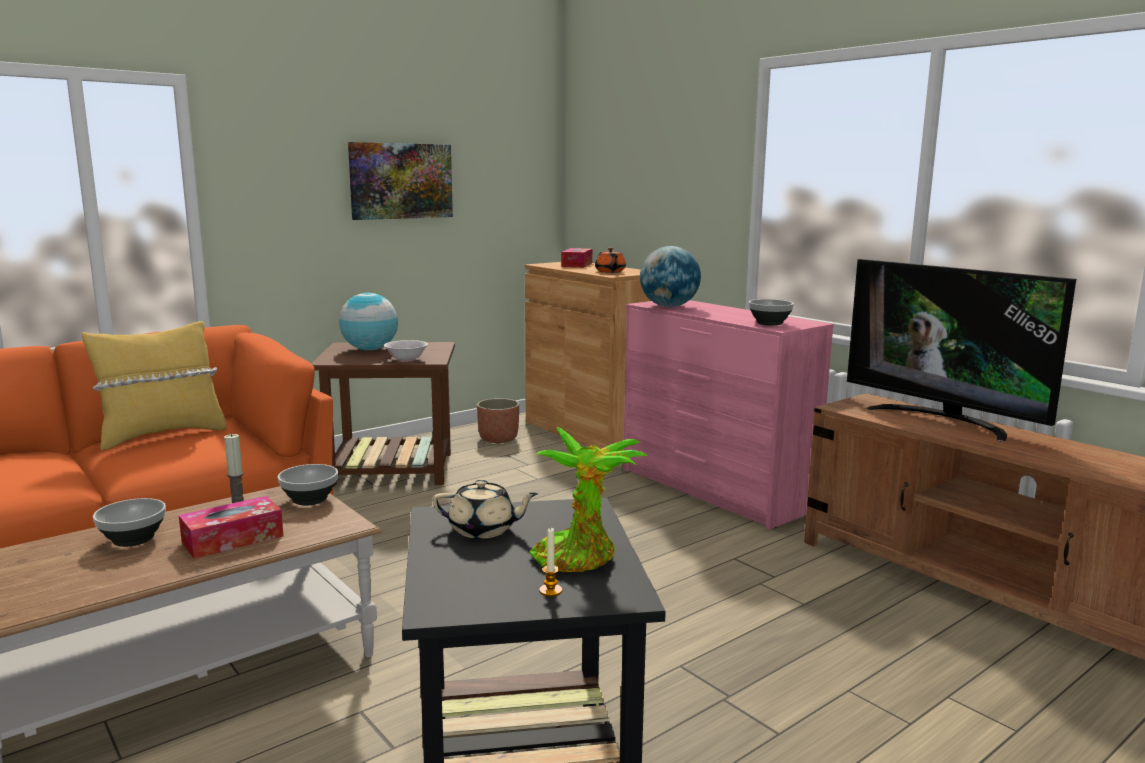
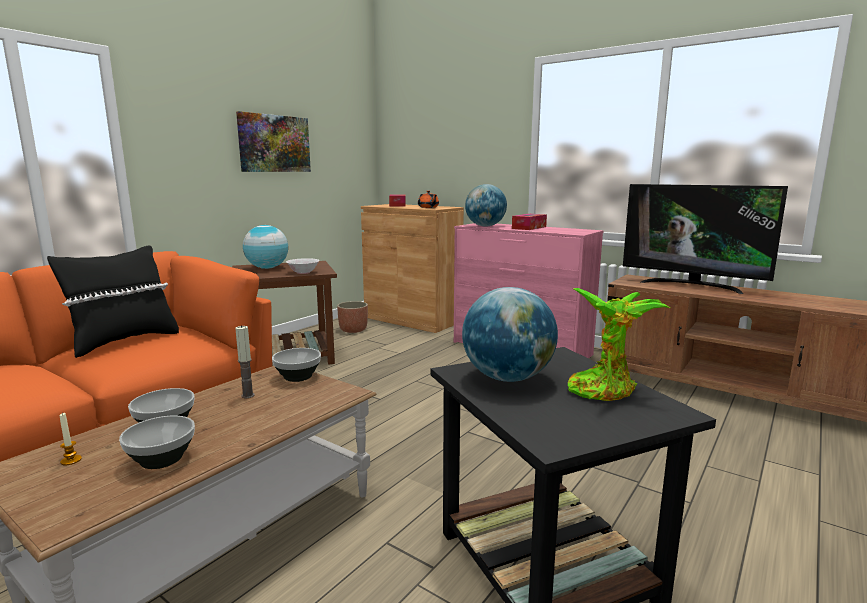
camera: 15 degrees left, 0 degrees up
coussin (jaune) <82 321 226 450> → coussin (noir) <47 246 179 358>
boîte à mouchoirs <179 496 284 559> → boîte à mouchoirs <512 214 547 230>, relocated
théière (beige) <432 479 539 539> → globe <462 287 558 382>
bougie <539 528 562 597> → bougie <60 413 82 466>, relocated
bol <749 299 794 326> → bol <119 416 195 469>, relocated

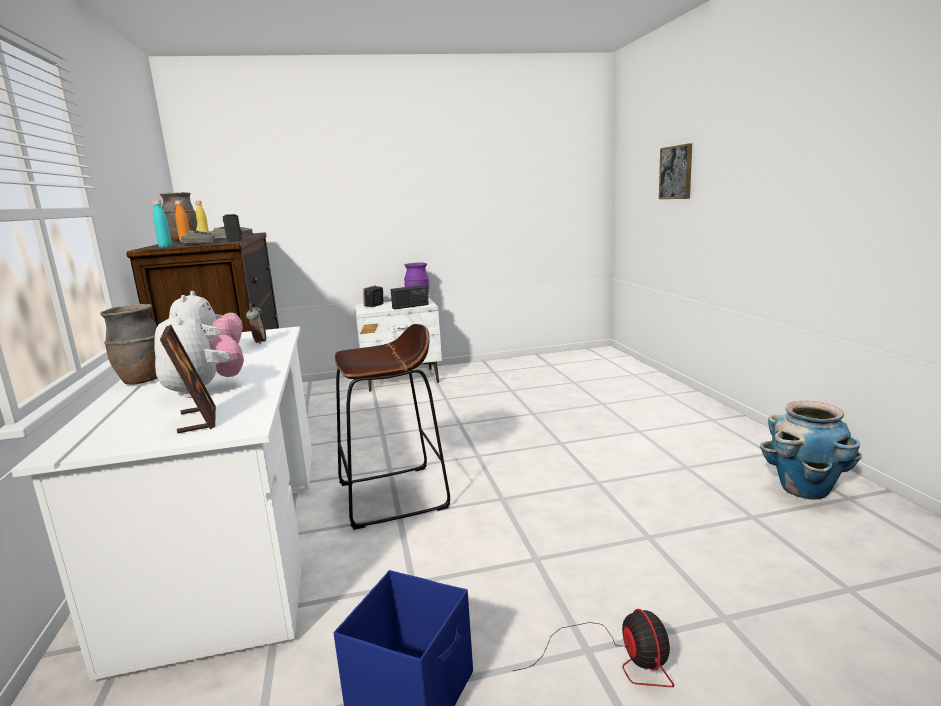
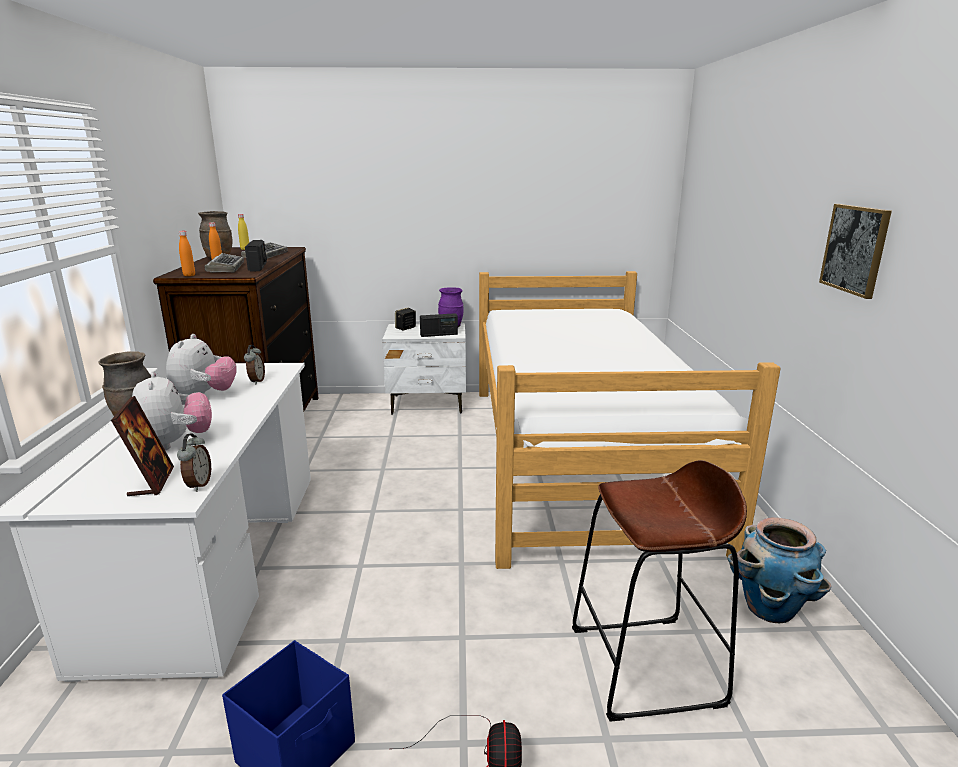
camera: 10 degrees right, 5 degrees up
bouteille (turquoise) <153 200 172 248> → bouteille (orange) <179 231 195 276>
tabouret (marron) <335 324 450 530> → tabouret (marron) <572 460 747 722>, relocated
tableau <659 143 692 199> → tableau <819 204 892 299>, relocated
- → réveil <177 433 211 492>
- → lit <479 271 781 569>

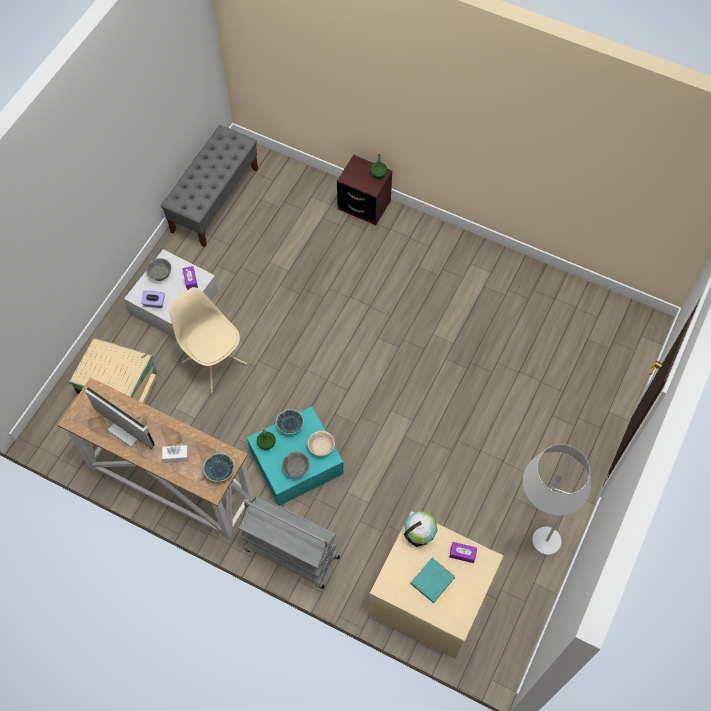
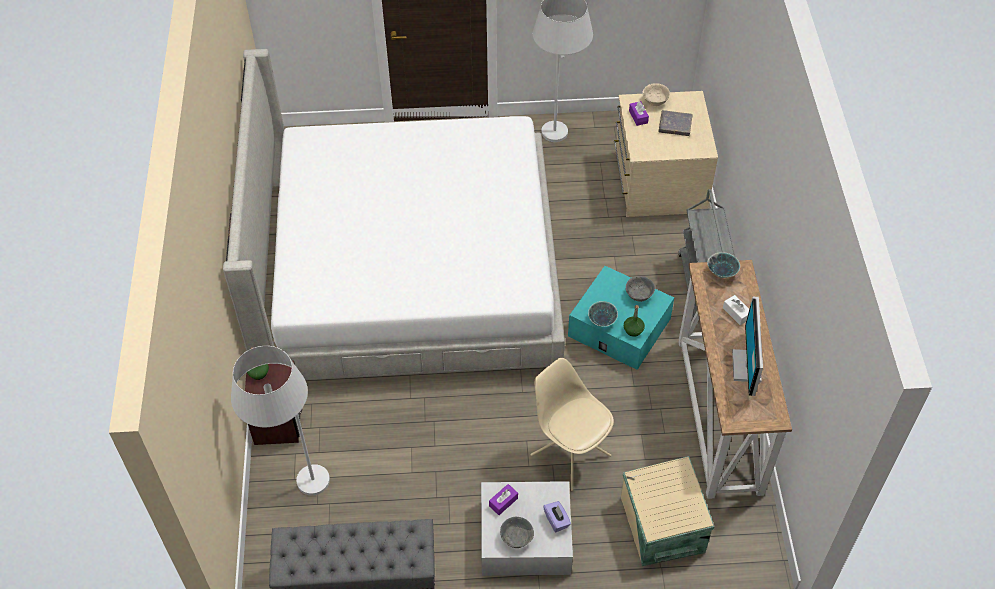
camera: 120 degrees left, 10 degrees down
chaise (beige) <169 287 247 393> → chaise (beige) <530 358 614 491>, 120 degrees clockwise
bol (beige) <308 430 335 456> → bol (beige) <643 83 670 106>, relocated
globe <404 511 437 547> → -
livre (turquoise) <410 558 455 603> → livre (gris) <659 110 693 136>
- → lit <223 49 565 380>
- → lampadaire (blanc) <231 346 330 496>

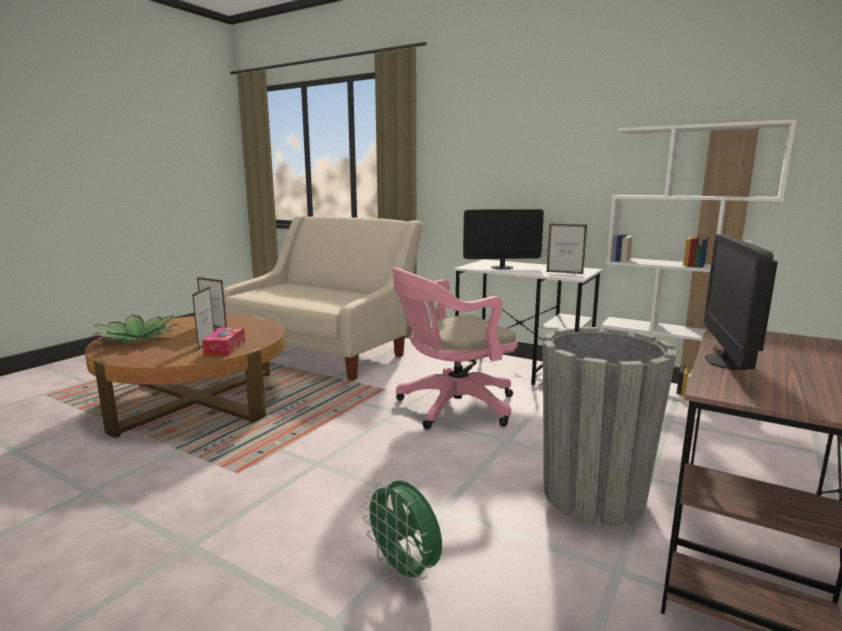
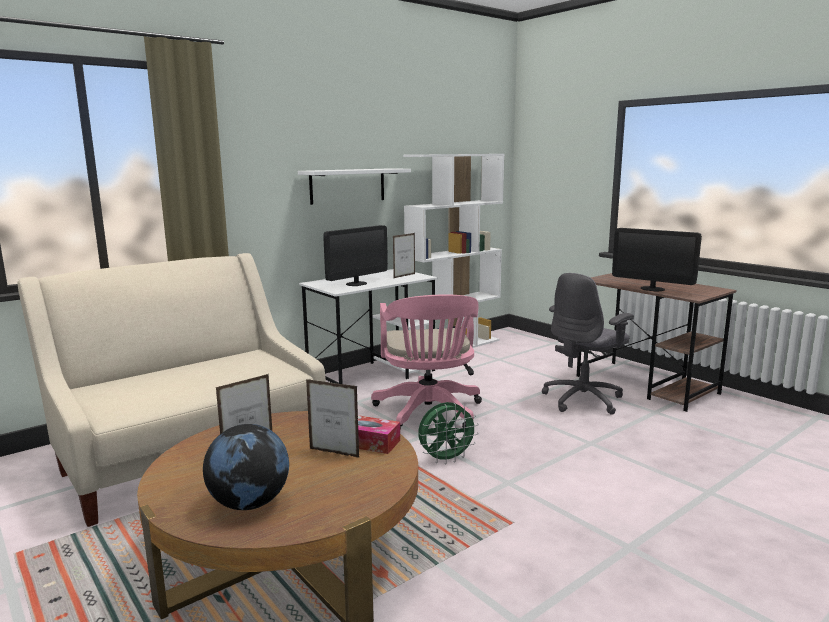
camera: 70 degrees left, 0 degrees up
plante en pot <93 315 178 343> → globe <203 424 289 510>
ventilateur (vert) <362 480 442 586> → ventilateur (vert) <418 402 479 464>, relocated
écran d'ordinateur <463 209 544 269> → écran d'ordinateur <323 225 388 286>, 150 degrees counterclockwise
cache-pot (gris) <543 327 677 526> → chaise de bureau (gris) <542 273 634 415>
- → étagère (blanc) <298 168 411 205>

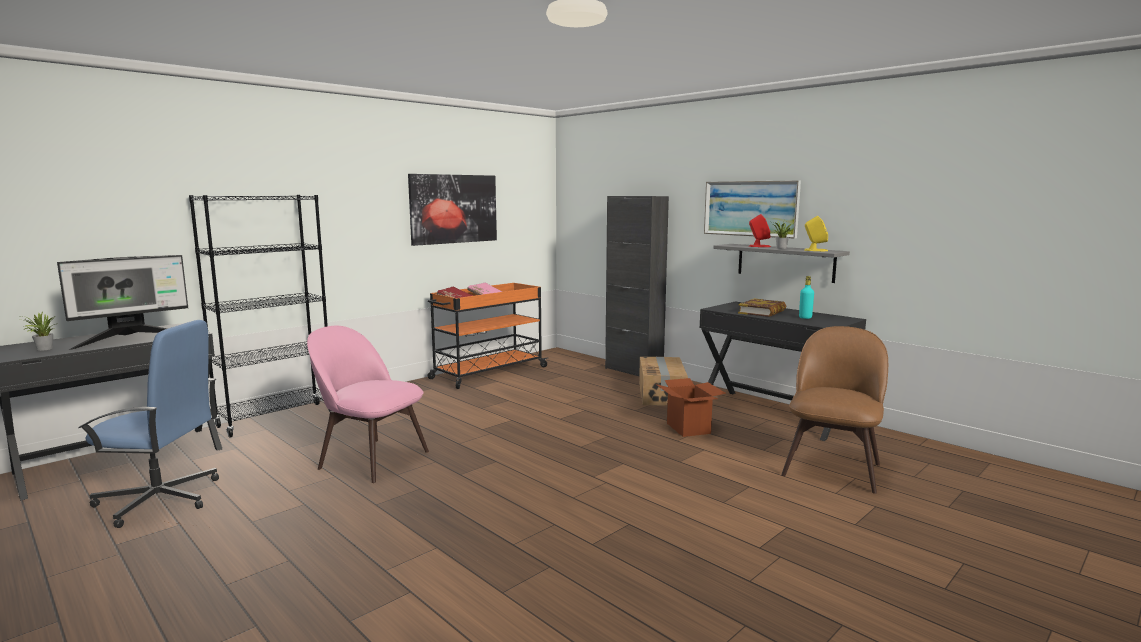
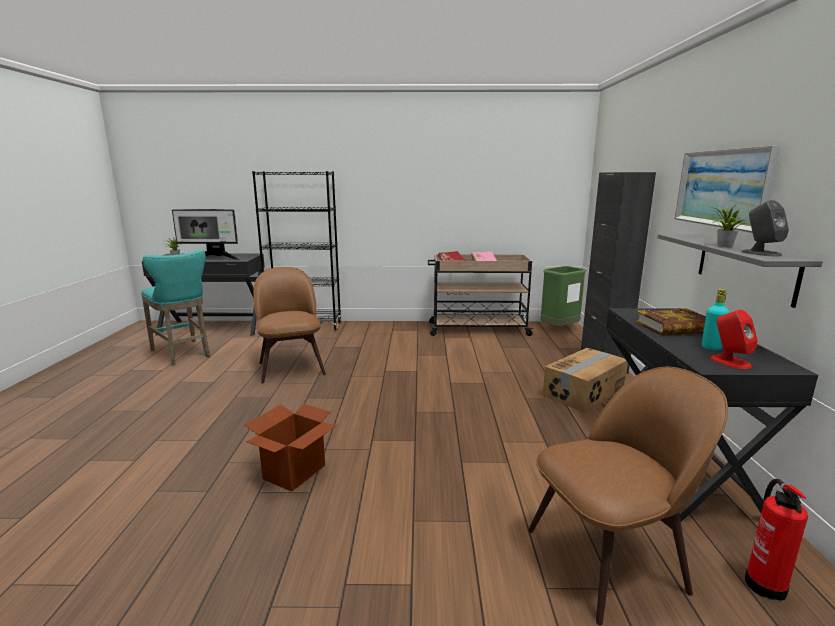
camera: 45 degrees right, 5 degrees up
chaise de bureau (bleu) <79 320 219 528> → tabouret (turquoise) <141 250 210 366>
chaise (rose) <307 326 429 483> → chaise (marron) <253 267 326 383>
tableau <408 174 497 246> → -
chariot (orange) <427 283 548 389> → chariot (beige) <428 254 534 336>
carton <656 378 726 437> → carton <245 403 337 492>, relocated
enceinte (rouge) <749 214 771 247> → enceinte (rouge) <710 310 758 369>, relocated
enceinte (jaune) <804 216 828 251> → enceinte (gris) <742 200 789 256>
- → poubelle (vert) <541 266 586 326>
- → extincteur <745 479 808 601>

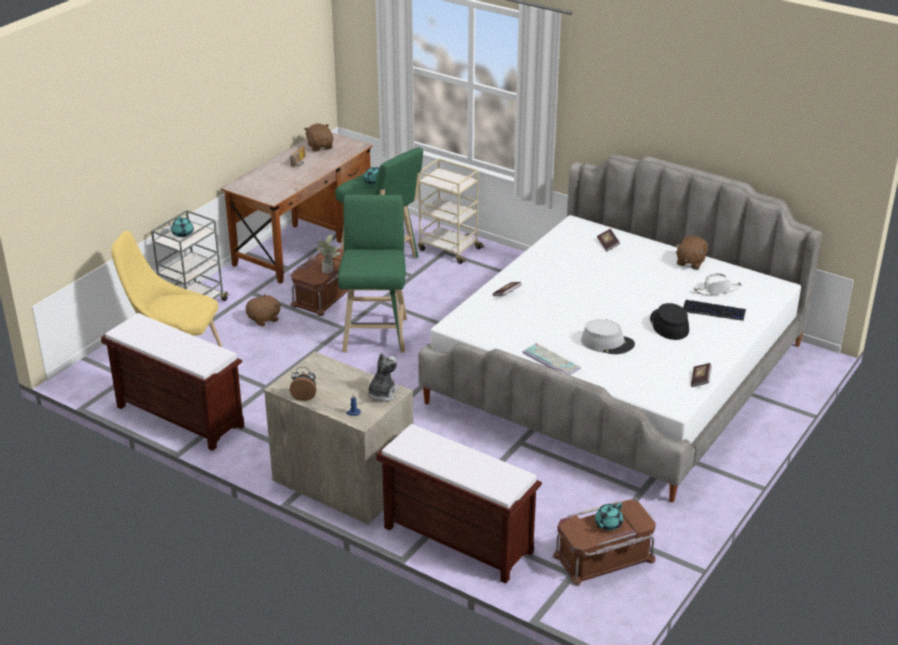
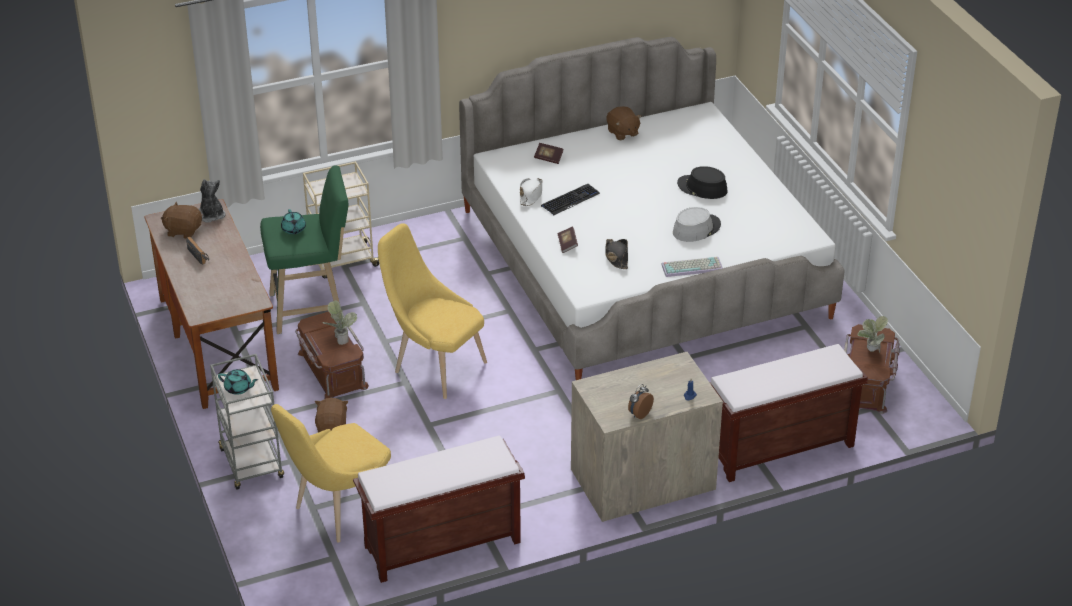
camera: 55 degrees left, 5 degrees up
tabouret (vert) <338 195 407 353> → chaise (jaune) <378 223 487 399>
peluche <368 353 399 402> → peluche <198 179 226 223>, relocated
théière (turquoise) <595 502 623 530> → plante en pot <857 316 888 353>
clavier <683 300 746 321> → clavier <541 184 600 215>, relocated
livre <691 363 712 387> → -
chapeau (blanc) <694 273 742 295> → chapeau (blanc) <520 178 543 206>, relocated
- → chapeau (noir) <605 239 628 269>

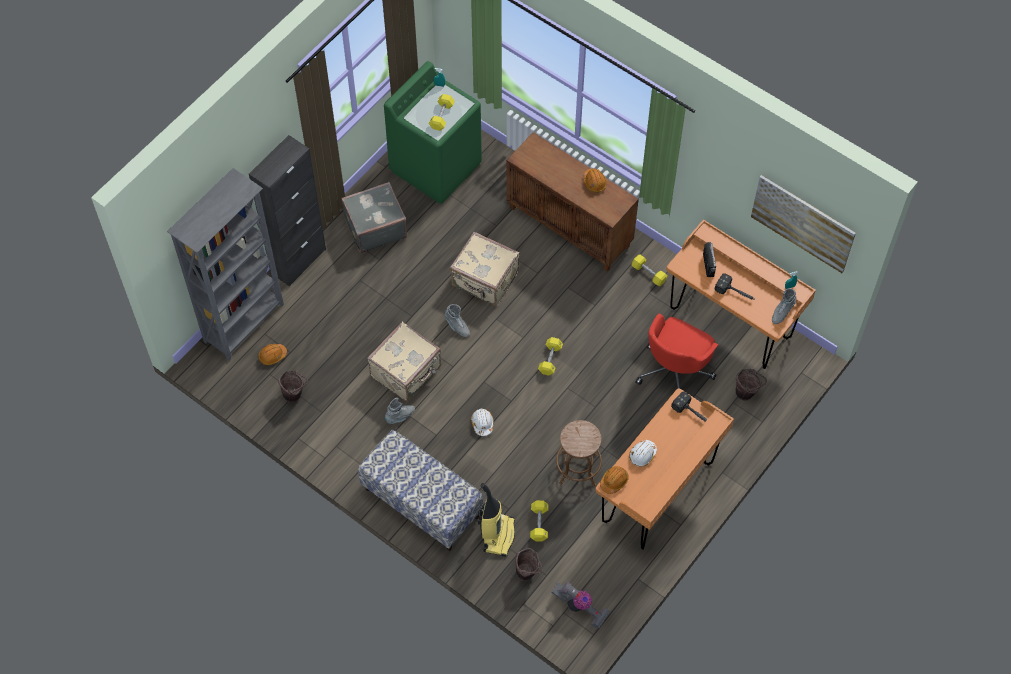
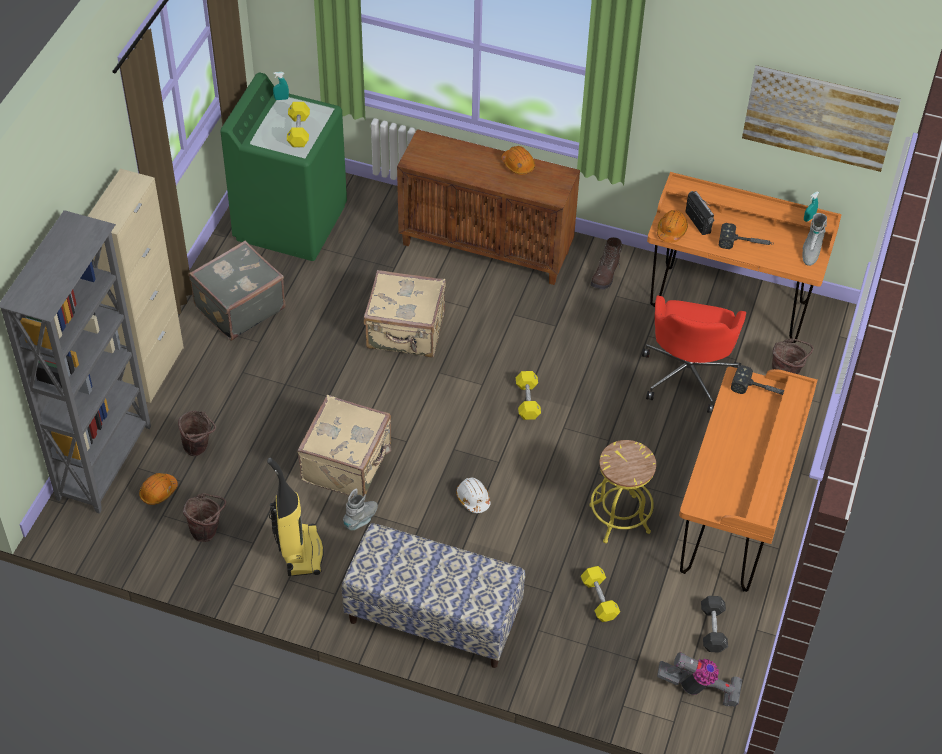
camera: 20 degrees left, 10 degrees down
meuble de rangement (noir) <249 135 326 287> → meuble de rangement (beige) <87 169 184 403>
botte (gris) <445 304 470 337> → -
aspirateur <478 483 515 557> → aspirateur <267 458 324 576>, relocated
seau (marron) <516 548 543 580> → seau (marron) <178 411 216 456>, relocated
tabouret (marron) <556 420 602 486> → tabouret (jaune) <589 440 656 543>
casque de chantier (orange) <600 466 629 494> → casque de chantier (orange) <657 210 688 243>, relocated
casque de chantier (blanc) <629 440 657 467> → -
haltère (jaune) <631 254 667 286> → botte (marron) <590 237 623 289>
- → haltère (noir) <701 596 728 653>

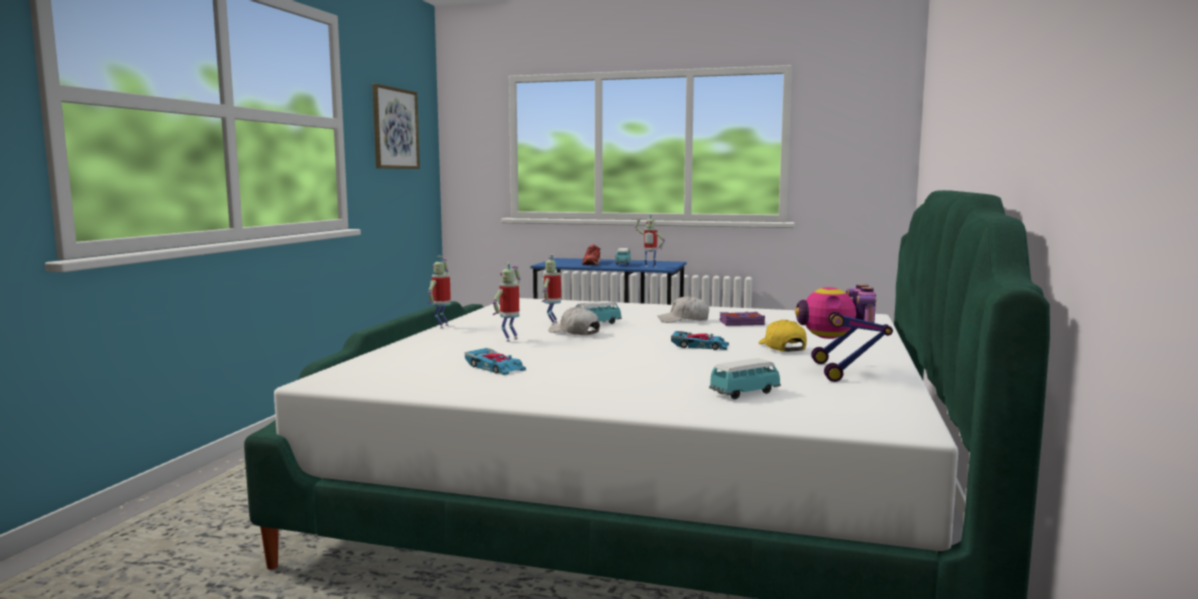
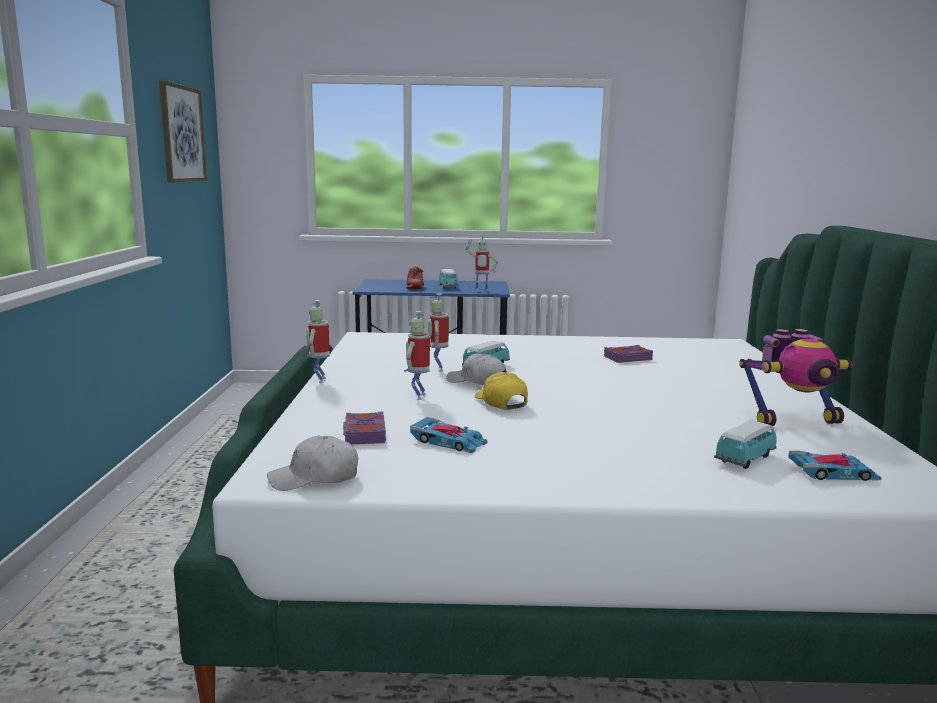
camera: 15 degrees left, 5 degrees up
casquette (blanc) <658 295 709 323> → casquette (blanc) <267 436 358 491>, relocated
petite voiture <671 331 729 350> → petite voiture <788 450 882 481>, relocated
casquette (jaune) <759 320 807 352> → casquette (jaune) <475 372 528 410>, relocated
robot jouet <795 284 893 382> → robot jouet <739 329 852 426>, 90 degrees counterclockwise
- → livre (violet) <343 412 386 444>

